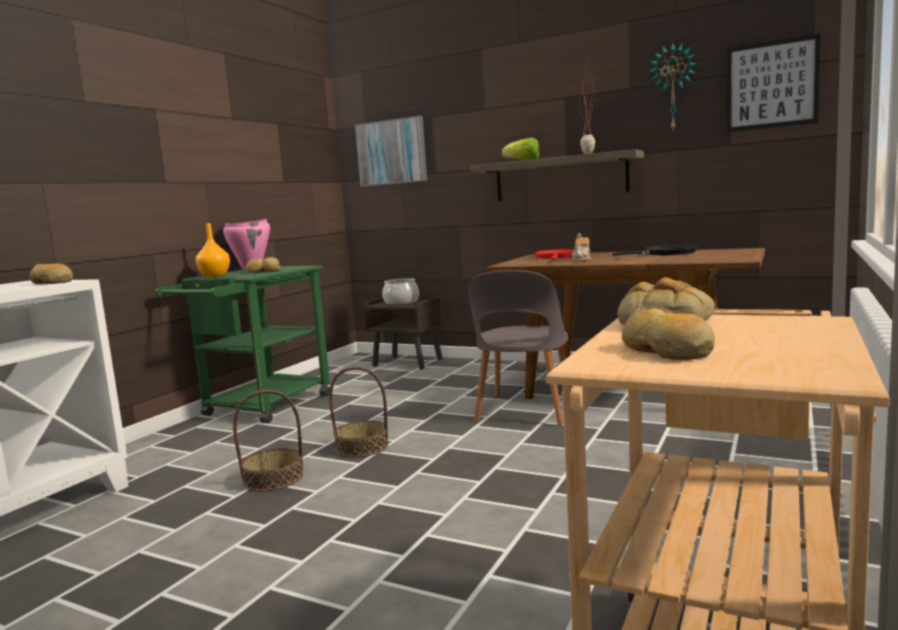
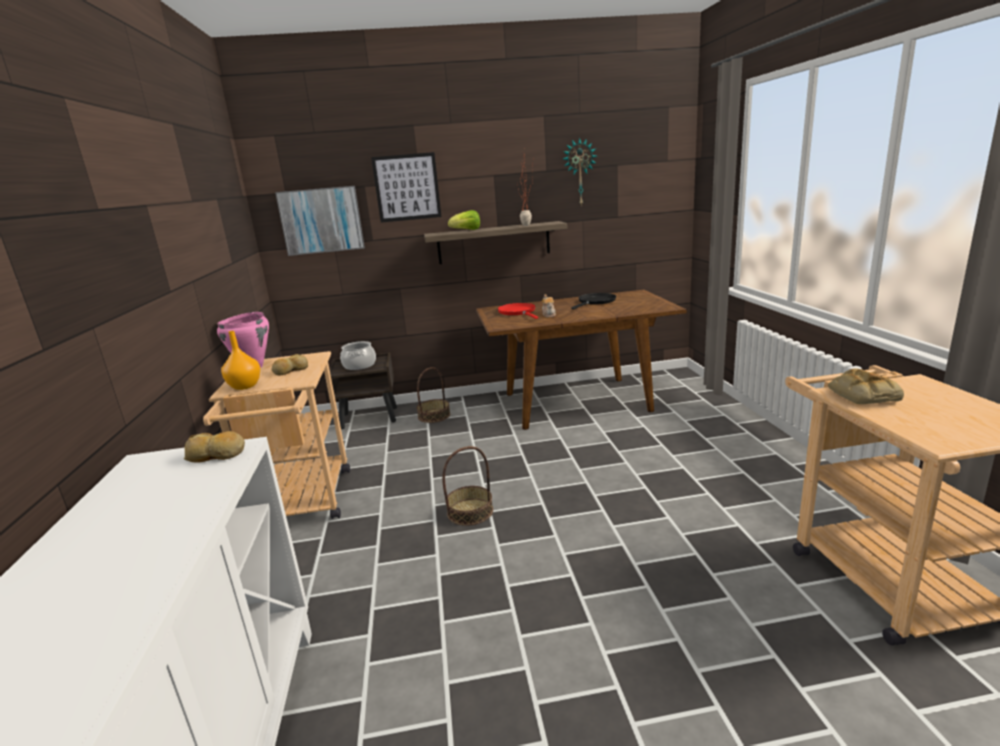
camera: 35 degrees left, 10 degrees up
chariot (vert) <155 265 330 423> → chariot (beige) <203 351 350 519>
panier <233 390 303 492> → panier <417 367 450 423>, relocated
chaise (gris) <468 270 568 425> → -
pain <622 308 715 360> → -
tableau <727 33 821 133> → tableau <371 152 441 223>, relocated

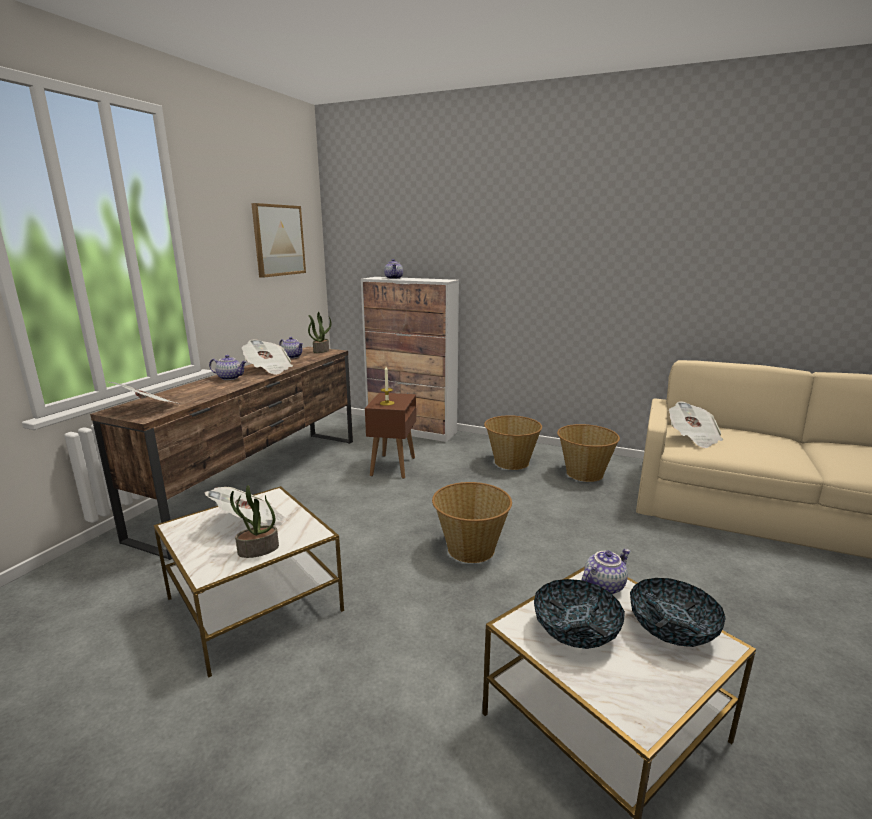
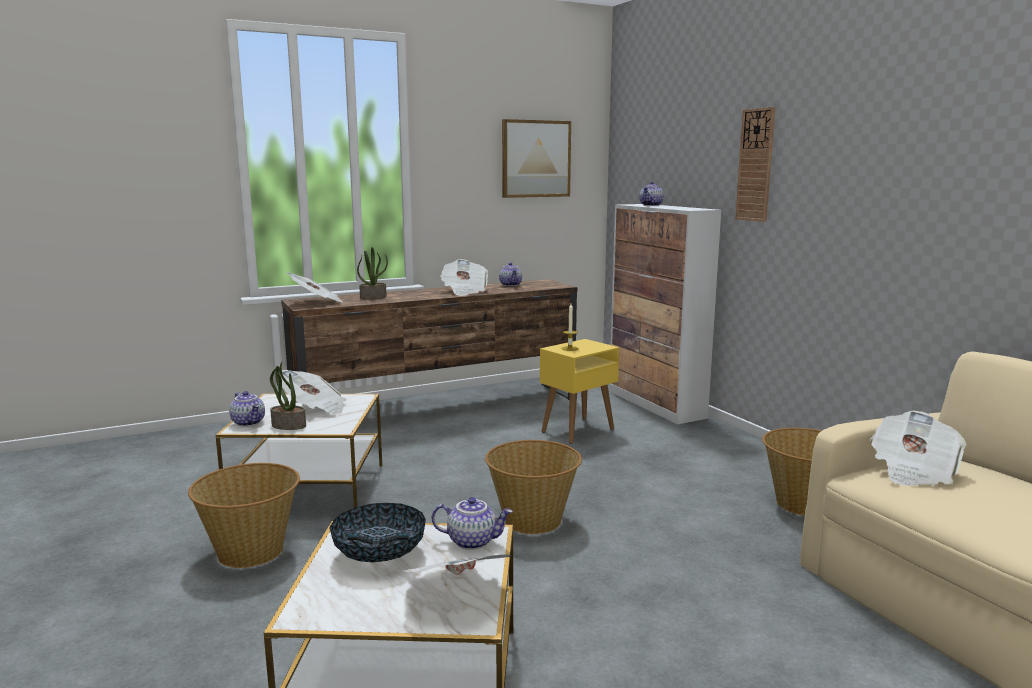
camera: 40 degrees right, 5 degrees down
théière <209 355 247 380> → théière <229 391 265 427>, relocated
plante en pot <308 312 331 353> → plante en pot <357 247 388 300>, relocated
table d'appoint (marron) <365 393 416 479> → table d'appoint (jaune) <540 339 619 444>
panier <484 415 542 470> → panier <188 463 300 568>, relocated
bol <630 578 726 647> → journal <403 555 511 575>
- → horloge murale <735 107 775 222>

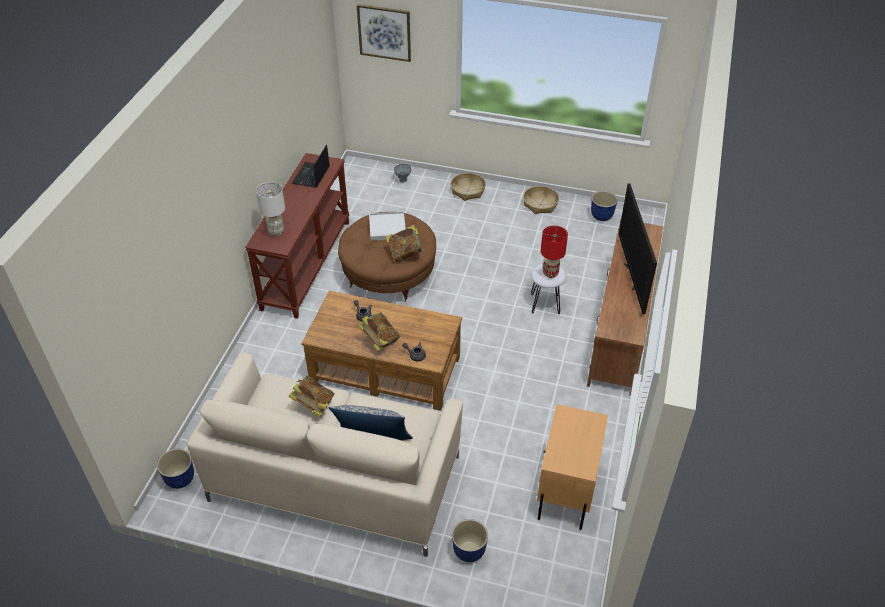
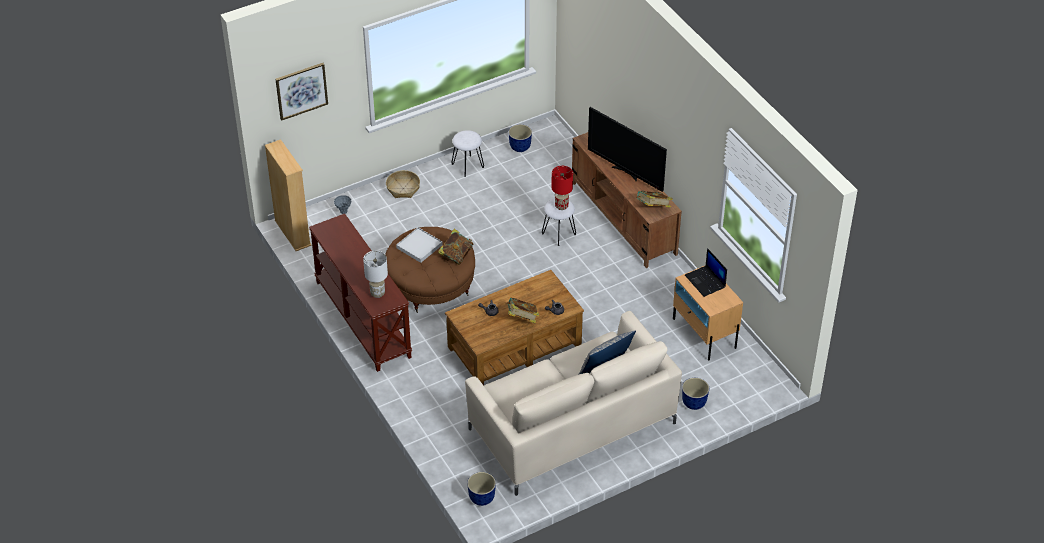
camera: 45 degrees left, 0 degrees up
livre <288 375 335 417> → livre <636 191 673 208>, relocated
ordinateur portable <291 144 330 188> → ordinateur portable <685 248 727 297>, relocated
panier <523 186 559 214> → tabouret (blanc) <451 130 484 177>
- → bibliothèque (beige) <265 139 312 251>

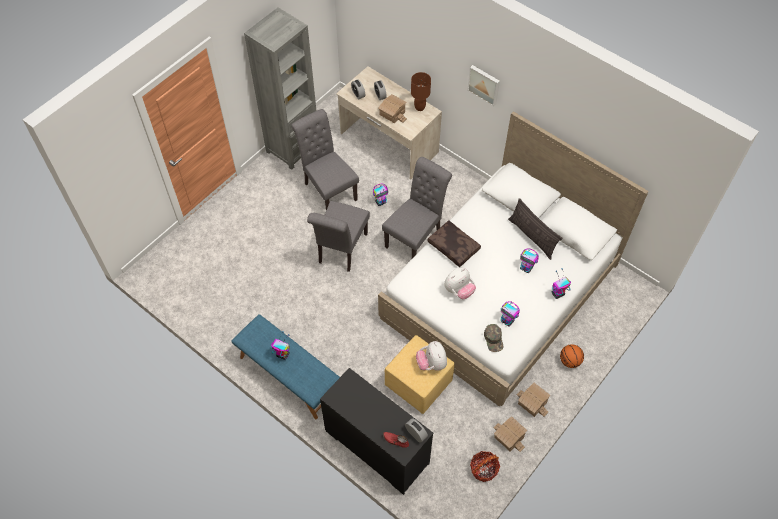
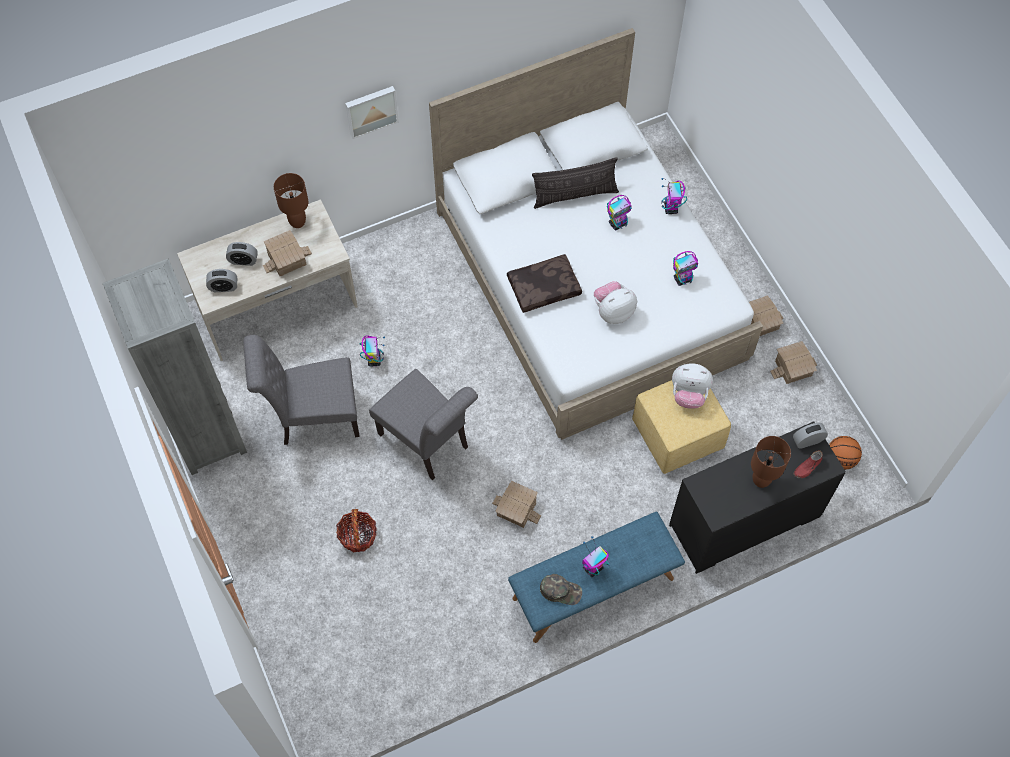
camera: 65 degrees left, 5 degrees up
chaise (gris) <382 157 452 258> → -
peluche <444 268 476 299> → peluche <594 281 637 324>, 105 degrees counterclockwise
panier <470 451 500 482> → panier <336 509 377 552>, relocated
casquette (vert) <484 324 503 352> → casquette (vert) <540 574 582 605>, relocated
ballon de basket <560 344 584 368> → ballon de basket <829 436 862 470>, relocated
- → maison miniature <492 481 541 528>
- → lampe de table (marron) <751 436 791 488>

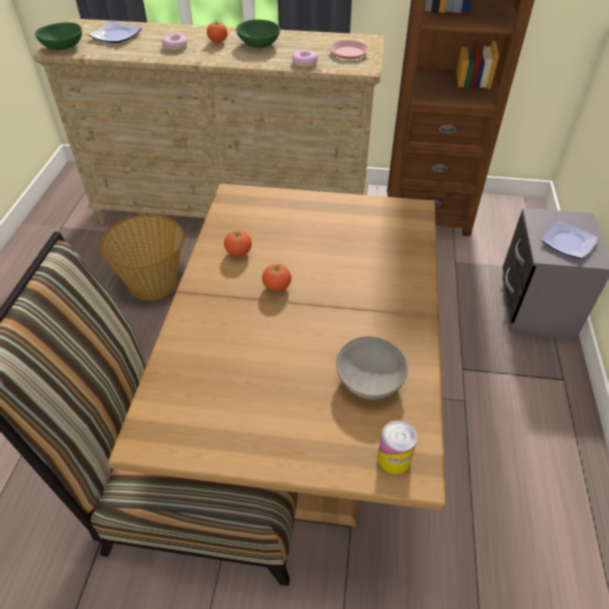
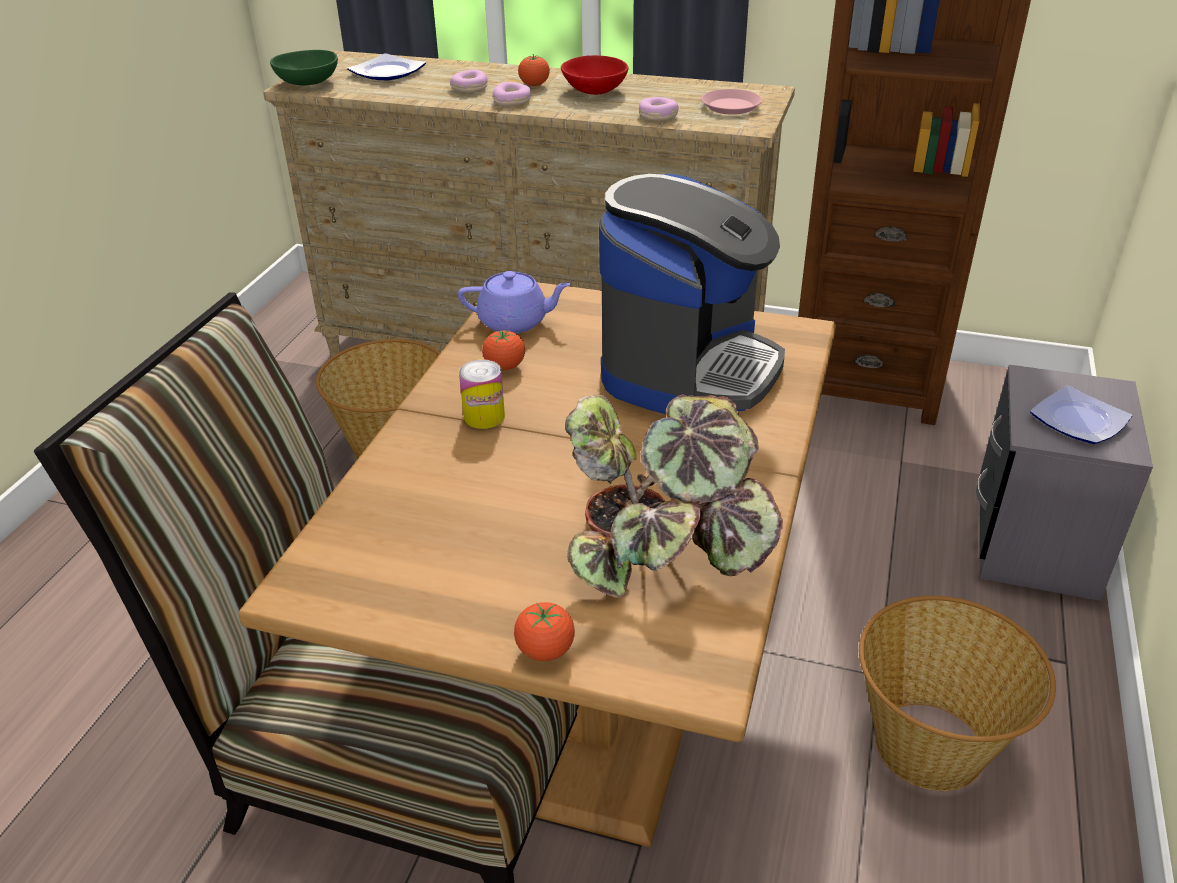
camera: 10 degrees right, 10 degrees down
bol (vert) <236 19 280 48> → bol (rouge) <561 55 628 95>
tomate <262 264 291 292> → tomate <514 602 575 661>, relocated
bol (gris) <336 336 408 400> → plante en pot <565 394 783 598>
boîte métallique <377 420 417 474> → boîte métallique <459 359 505 429>, relocated
- → théière (violet) <458 271 571 333>
- → beignet <493 82 531 106>
- → machine à café <599 174 785 414>
- → panier <859 596 1056 791>

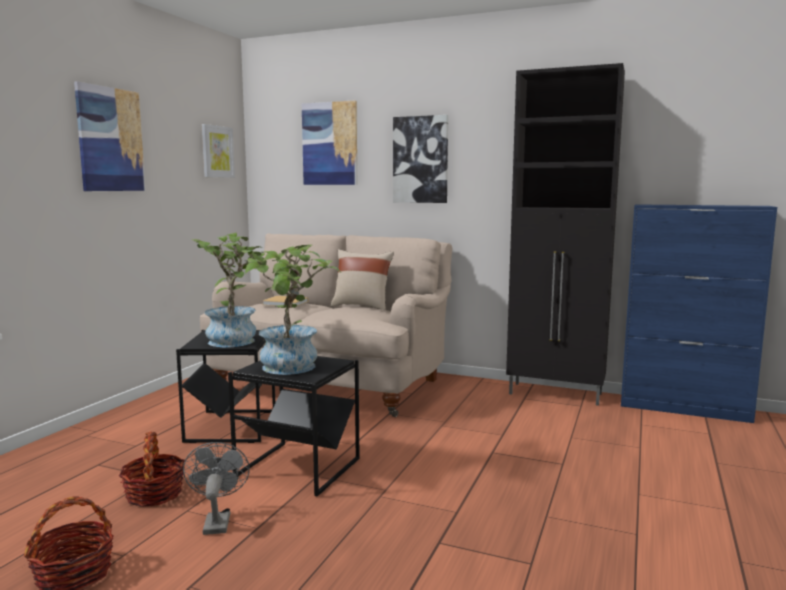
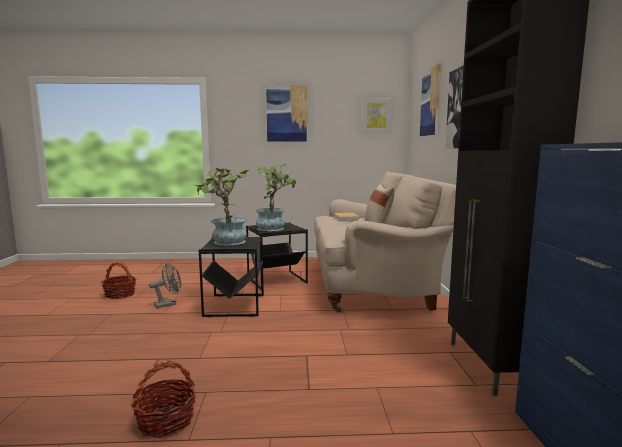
camera: 65 degrees right, 0 degrees up
panier <119 432 185 507> → panier <131 361 196 438>, relocated

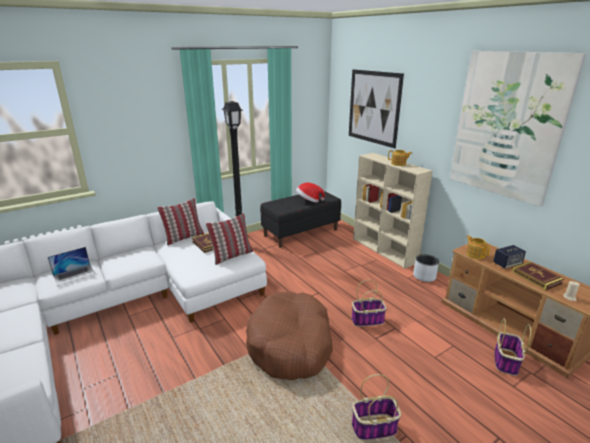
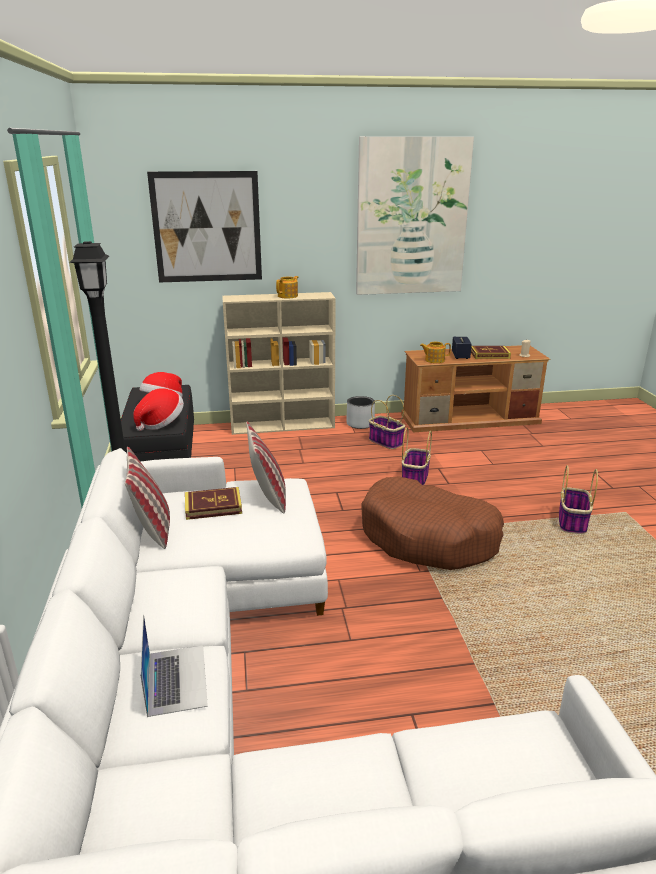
camera: 65 degrees left, 0 degrees up
panier <494 318 531 376> → panier <369 395 405 449>, relocated
- → chapeau <133 389 184 431>

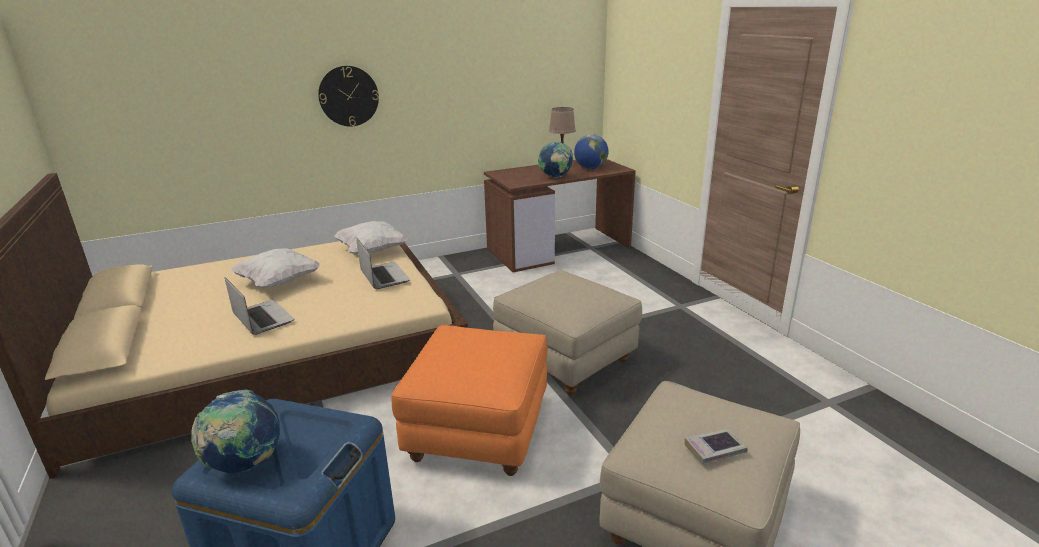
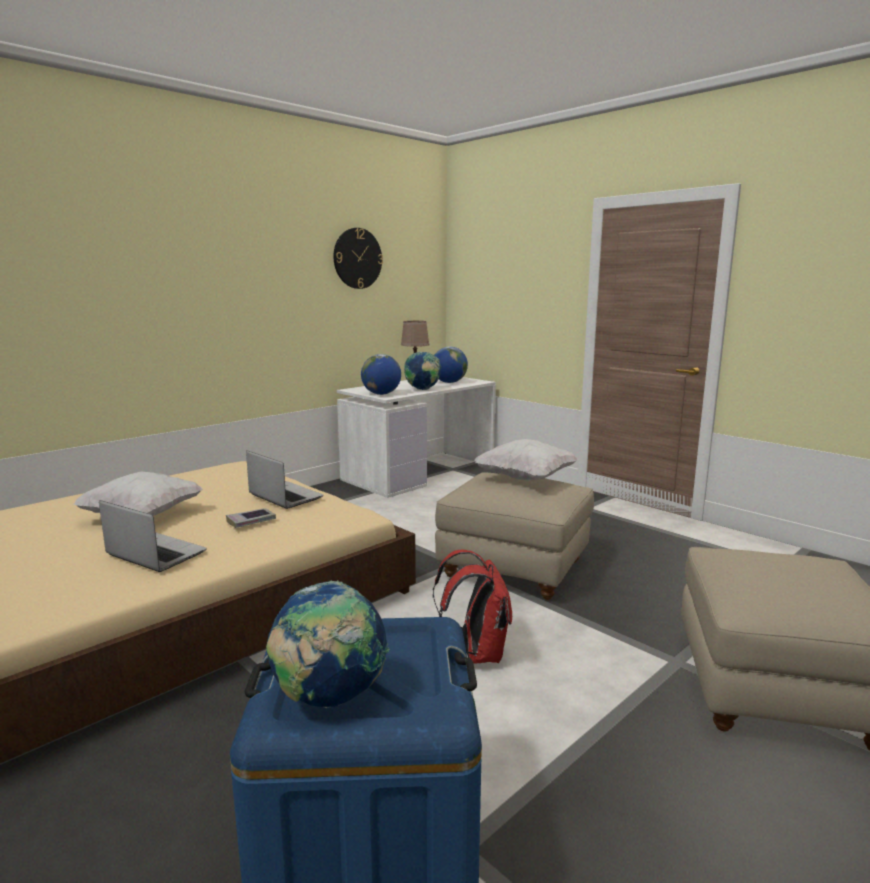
camera: 20 degrees left, 10 degrees down
horloge murale <318 66 379 127> → horloge murale <333 228 383 289>, relocated
coussin (blanc) <334 221 408 254> → coussin (blanc) <475 439 578 480>, relocated
pouf (orange) <392 325 547 476> → sac à dos (rouge) <433 550 512 663>
bureau (marron) <484 159 636 272> → bureau (blanc) <337 377 496 498>
livre <685 429 748 464> → livre <226 508 276 528>, relocated
- → globe <361 354 401 395>

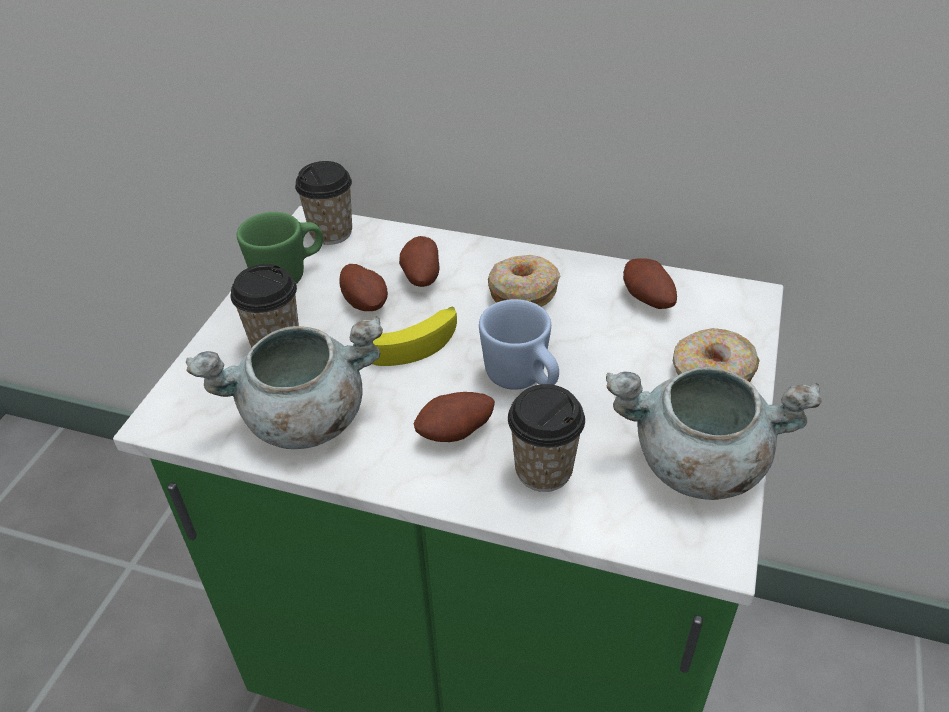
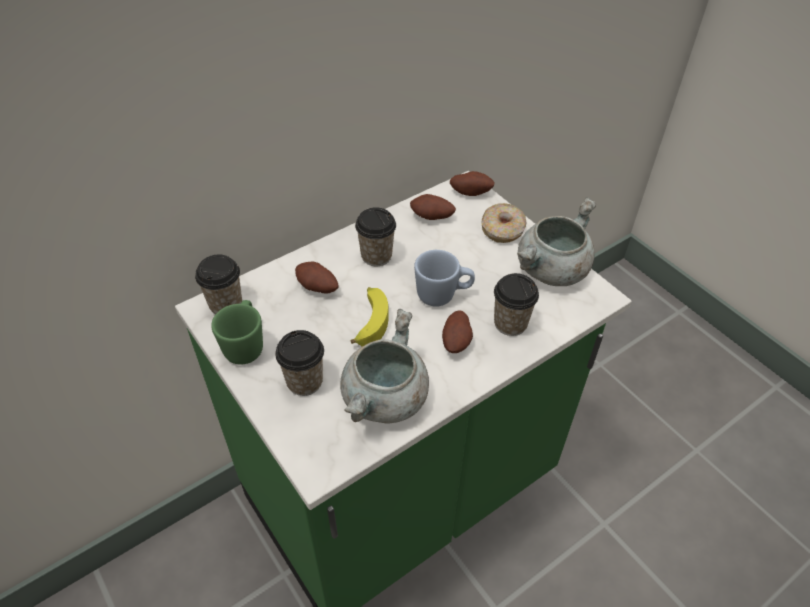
camera: 55 degrees left, 5 degrees up
pomme de terre <339 264 388 311> → pomme de terre <450 171 495 196>, relocated
beignet <488 255 560 307> → tasse <355 207 396 266>

